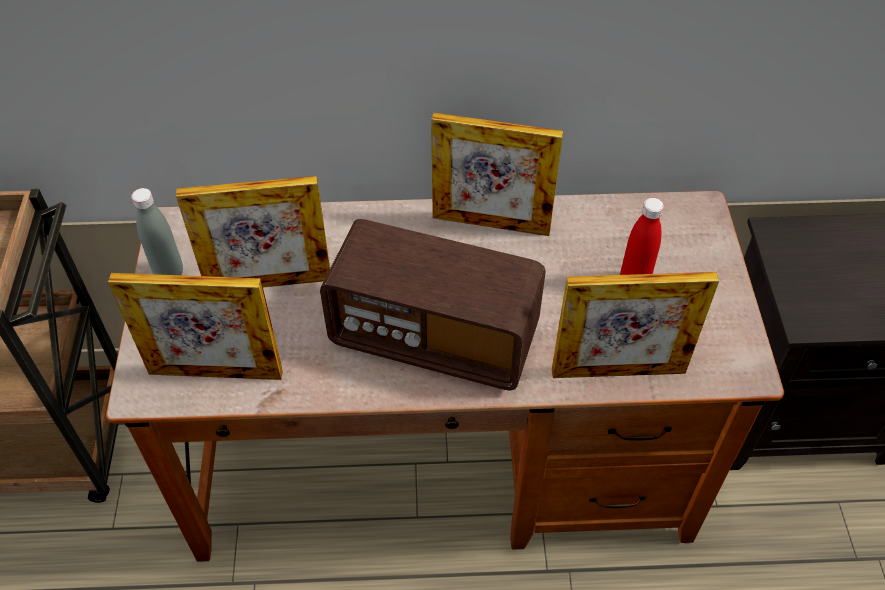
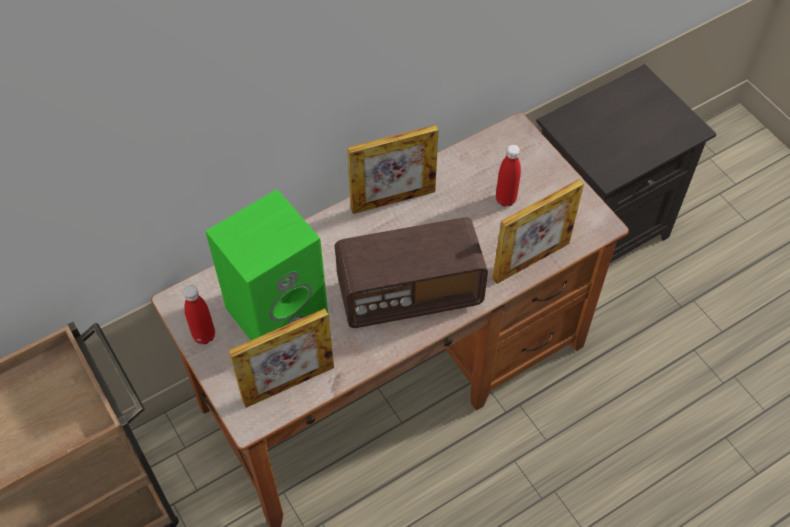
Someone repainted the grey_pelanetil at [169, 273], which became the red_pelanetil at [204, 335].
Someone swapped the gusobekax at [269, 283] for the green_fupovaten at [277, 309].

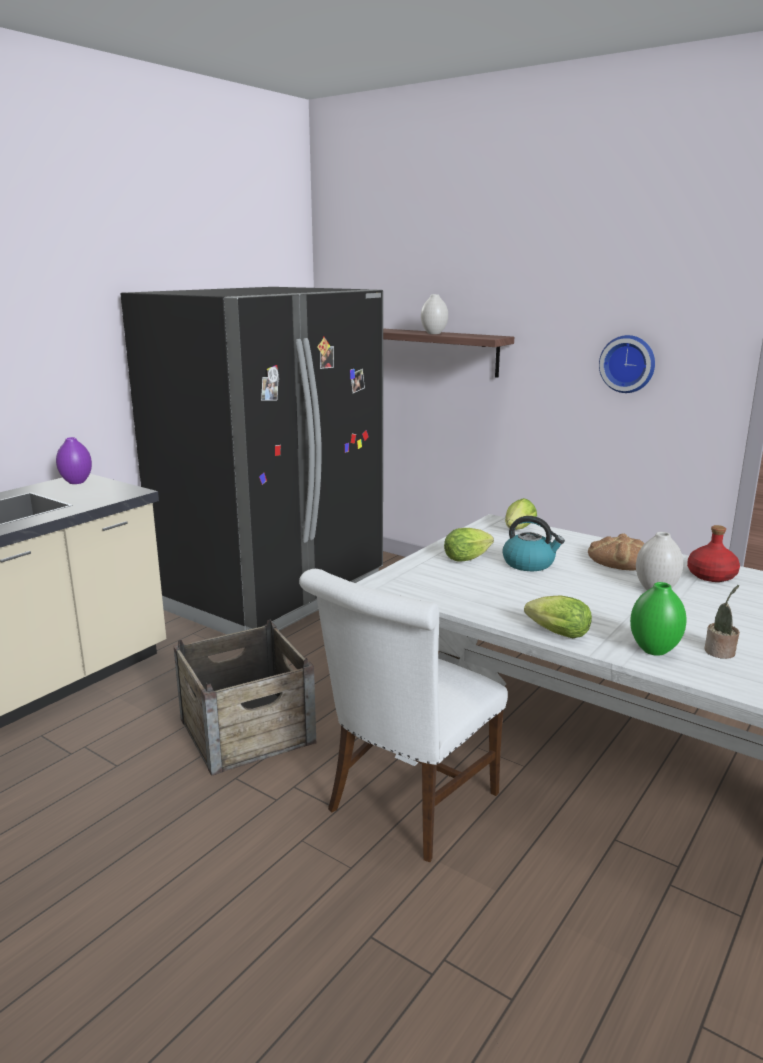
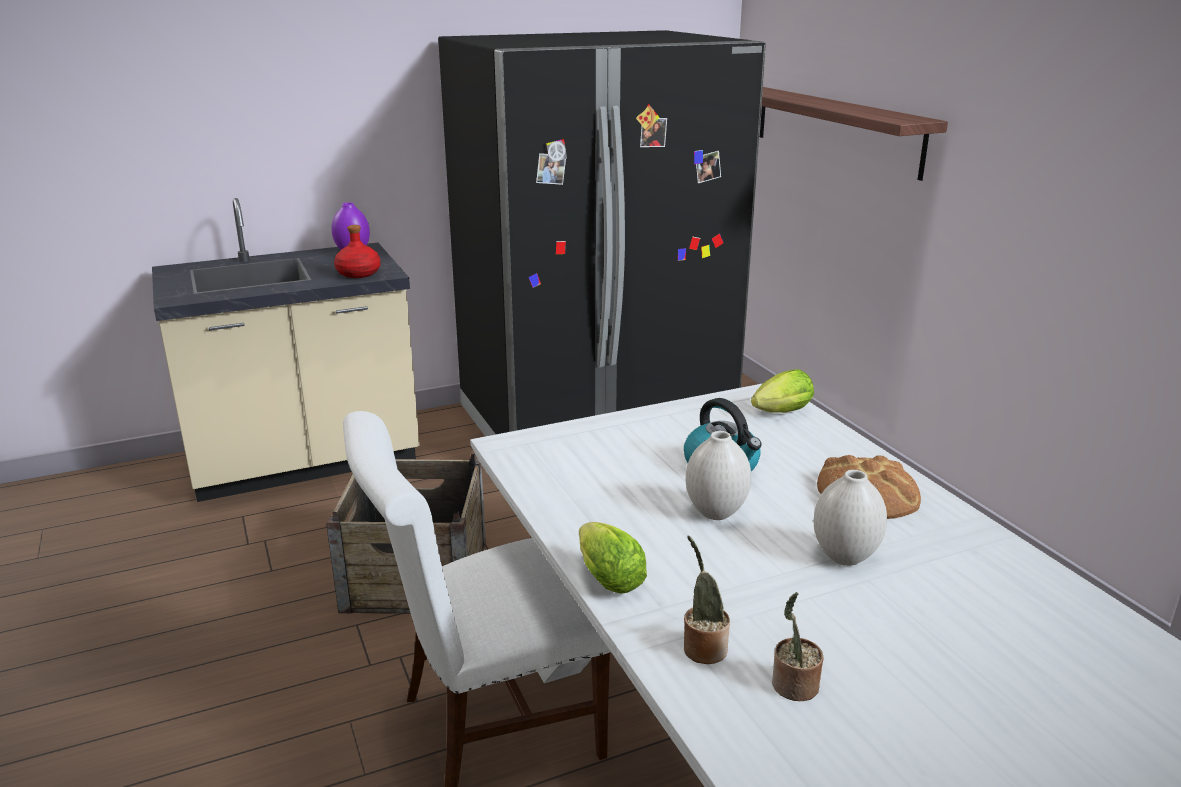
Someone carried the red_pelanetil from [710, 575] to [358, 273].
Someone swapped the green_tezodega at [654, 650] for the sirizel at [702, 648].
Someone carried the white_tezodega from [434, 333] to [716, 513].
Someone took away the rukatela at [469, 558].
Someone took away the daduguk at [628, 363].

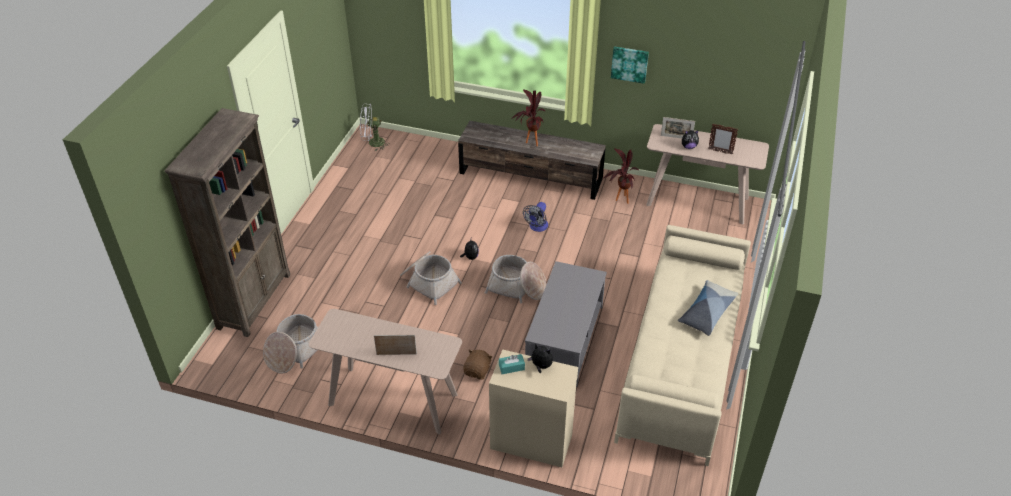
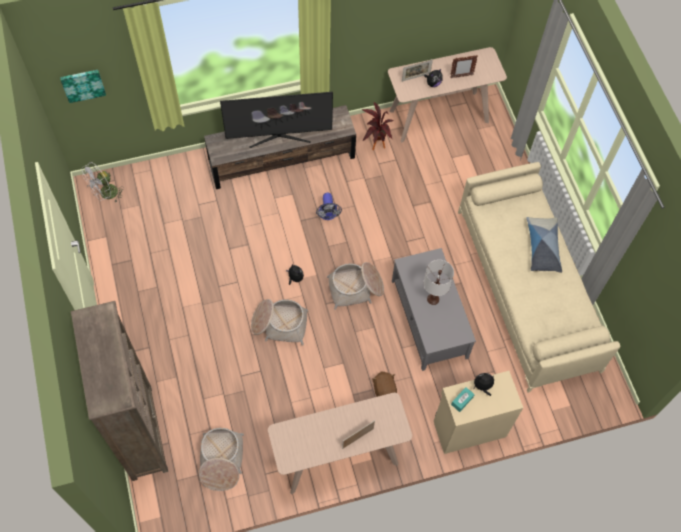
Someone carried the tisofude from [629, 64] to [83, 84].
Someone swapped the sirizel at [529, 143] for the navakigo at [278, 136].
Someone put down the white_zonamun at [433, 299].

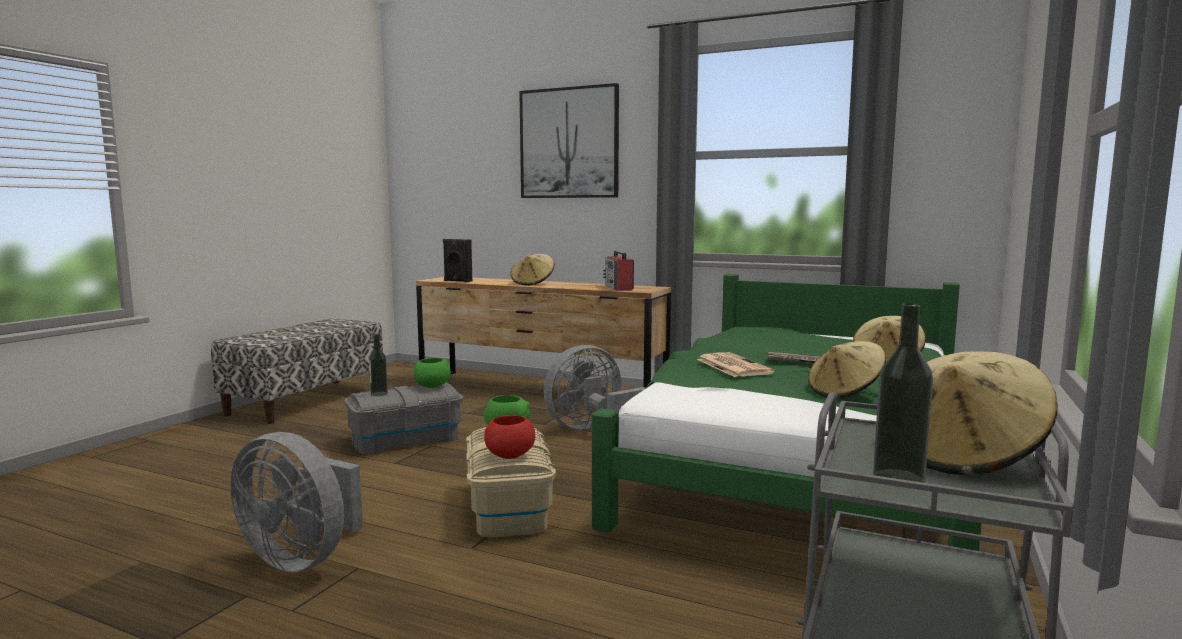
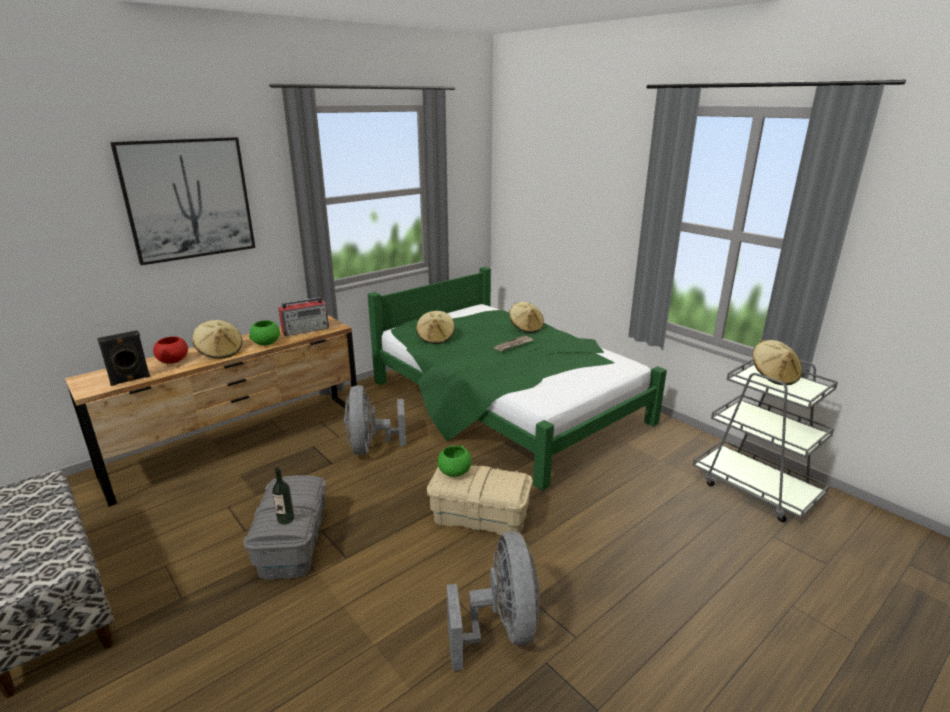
Someone carried the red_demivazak from [509, 455] to [173, 361].
Someone carried the green_demivazak from [432, 386] to [266, 343].
Someone rotated the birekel at [619, 287] by 45 degrees counterclockwise.
Someone carried the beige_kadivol from [845, 393] to [436, 338].
Someone rotated the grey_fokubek at [302, 557] by 60 degrees counterclockwise.
Someone took away the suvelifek at [732, 366].
Someone took away the pelanetil at [898, 478].

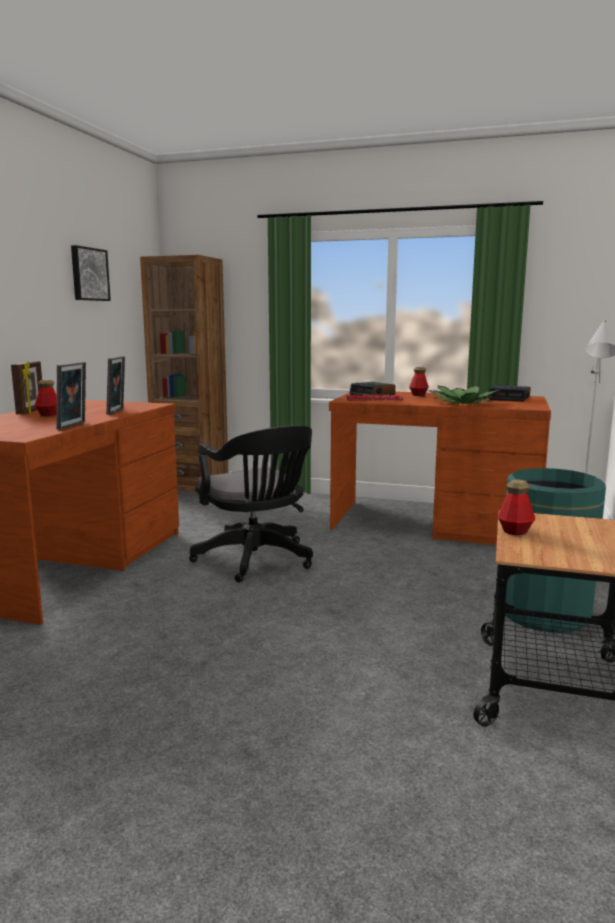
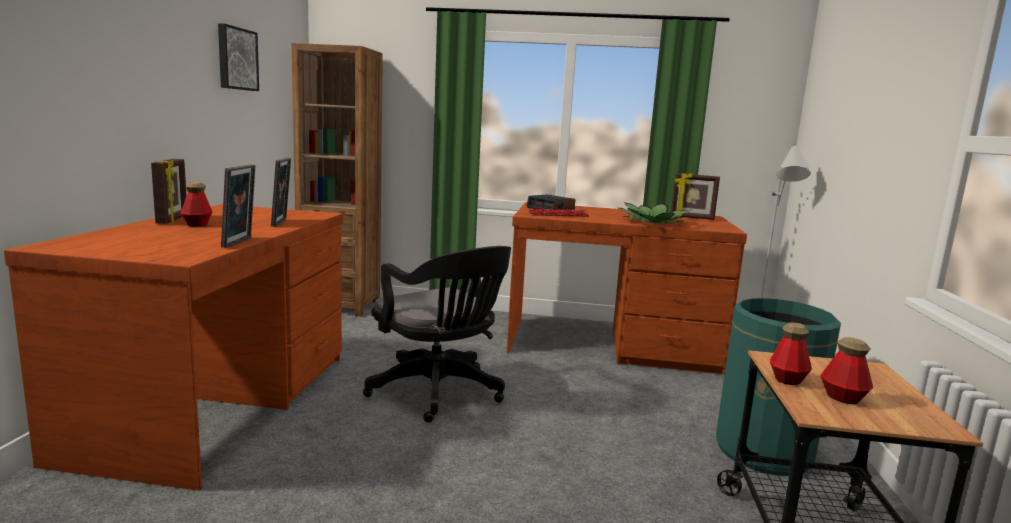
Someone swapped the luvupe at [509, 398] for the gusobekax at [692, 218].
Someone carried the pelanetil from [418, 395] to [843, 398].

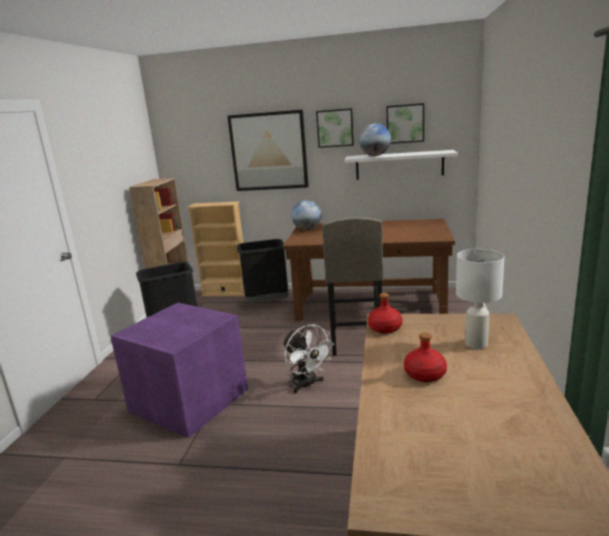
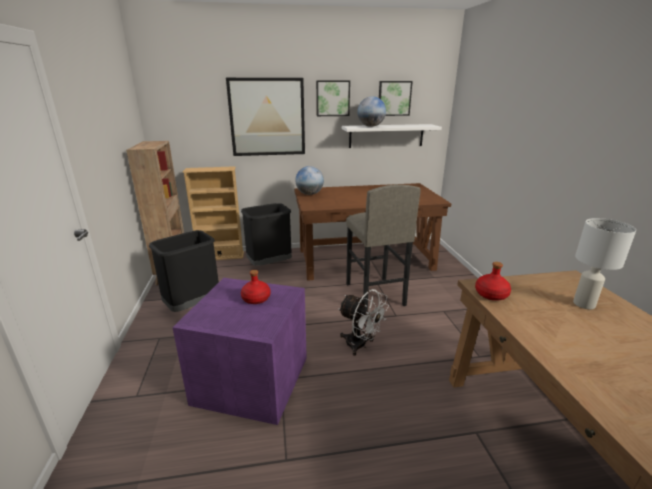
Someone carried the red_pelanetil from [425, 374] to [256, 298].

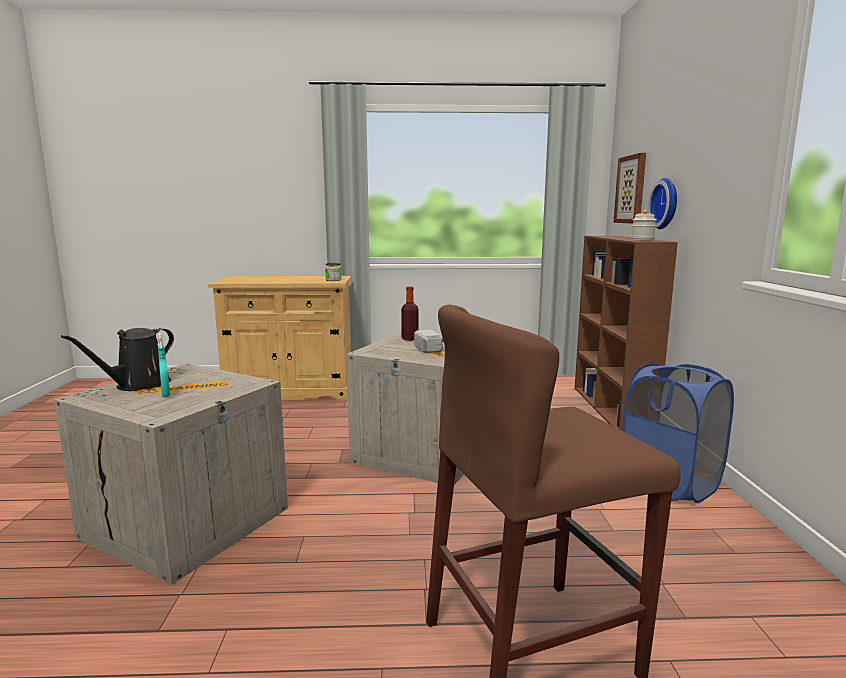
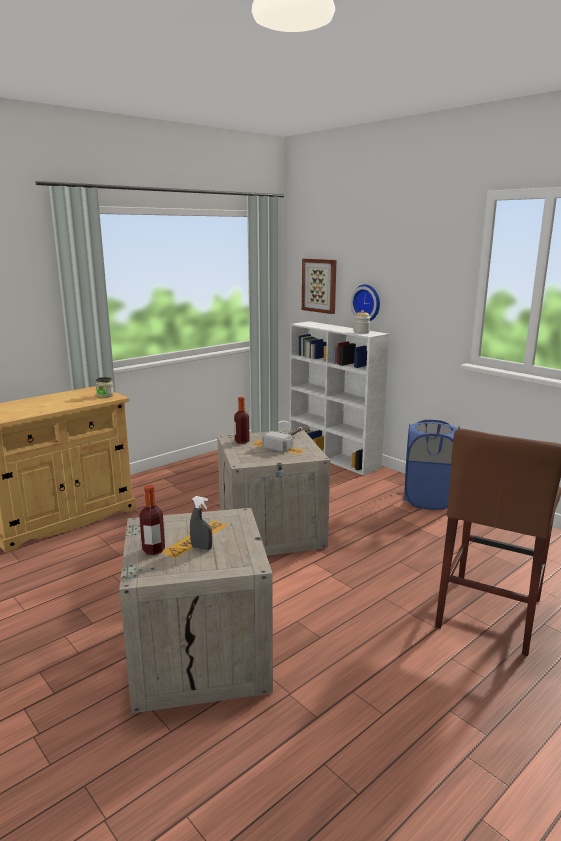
Someone swapped the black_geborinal at [138, 385] for the pelanetil at [153, 550].
Someone repainted the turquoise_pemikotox at [166, 394], which became the grey_pemikotox at [201, 548].
Someone repainted the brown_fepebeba at [612, 409], which became the white_fepebeba at [334, 457].

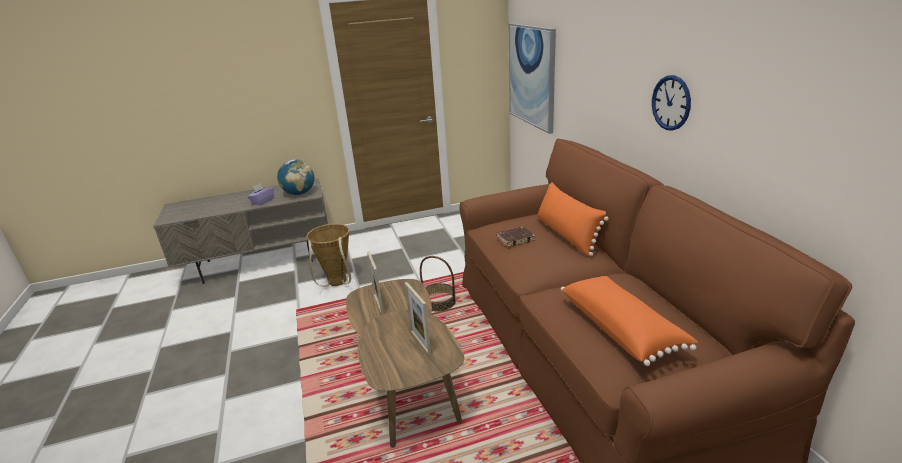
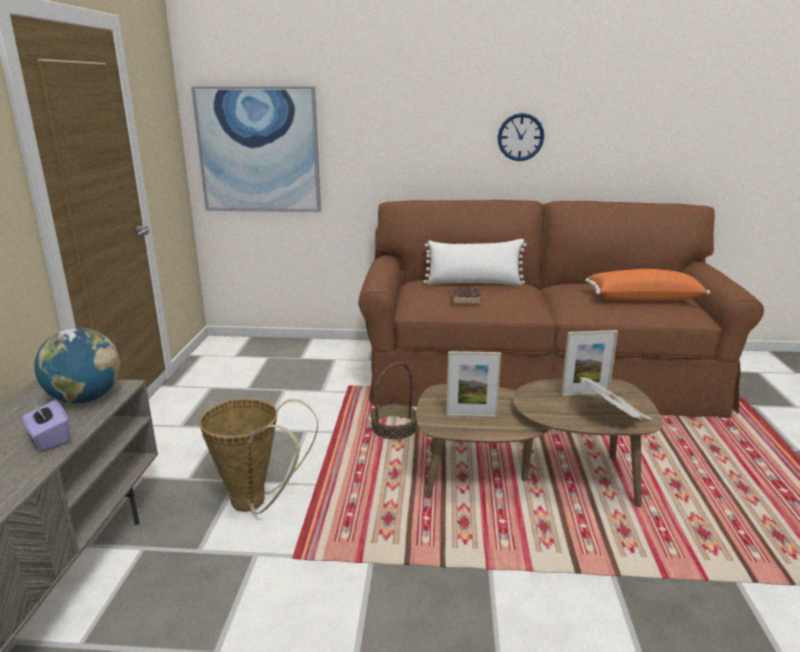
Someone repainted the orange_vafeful at [566, 235], which became the white_vafeful at [474, 283].
Someone put down the suvelifek at [612, 416].

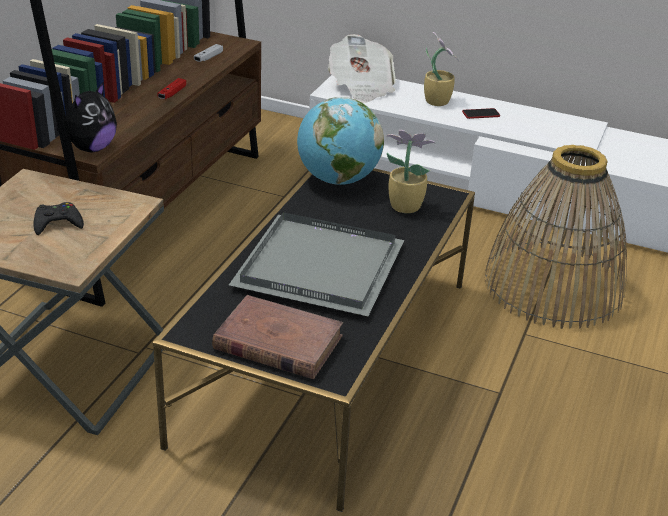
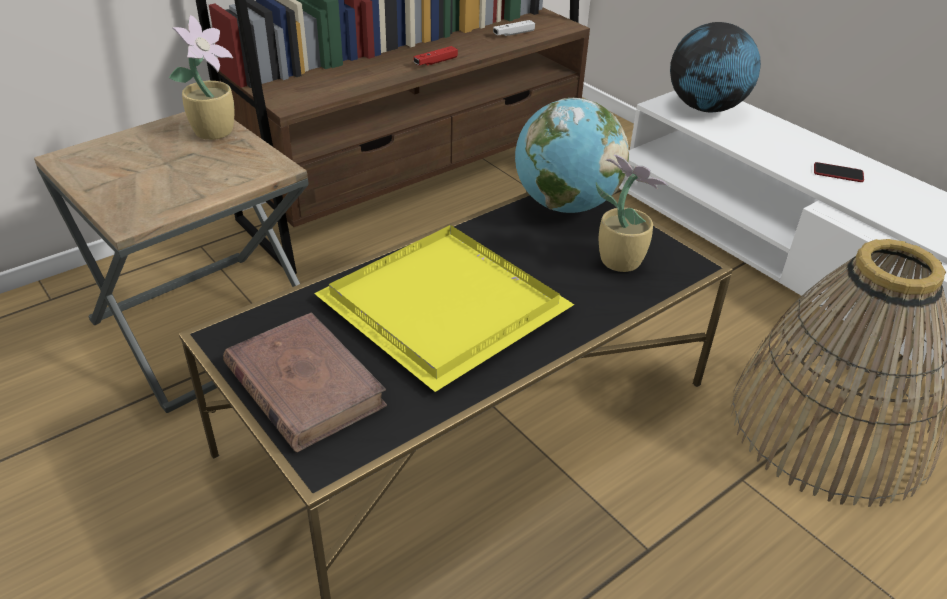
Someone carried the sirizel from [437, 101] to [216, 131].
Someone repainted the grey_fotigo at [323, 266], which became the yellow_fotigo at [449, 306].
Someone swapped the suvelifek at [361, 87] for the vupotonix at [705, 108].
Someone took away the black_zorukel at [57, 223].
Someone took away the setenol at [91, 148].

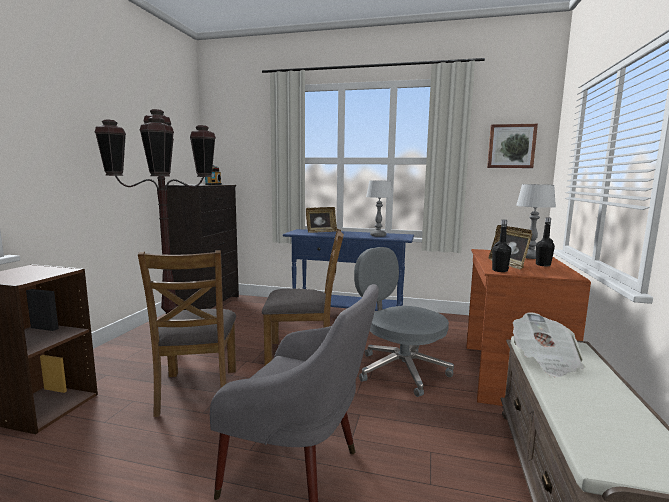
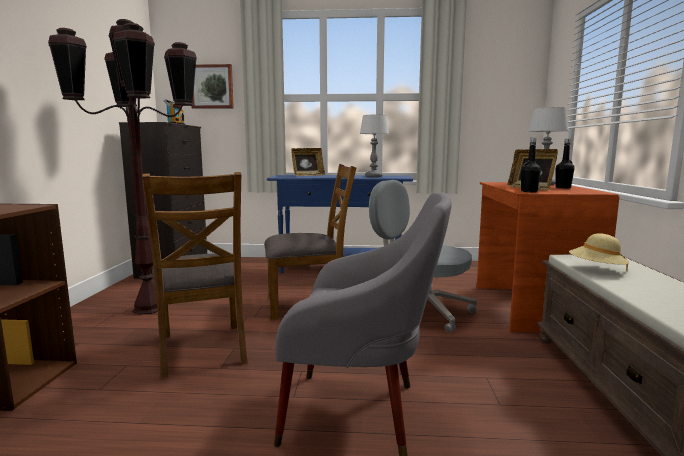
Someone carried the tisofude from [511, 146] to [212, 86].
Someone swapped the suvelifek at [545, 361] for the beige_kadivol at [596, 269].

